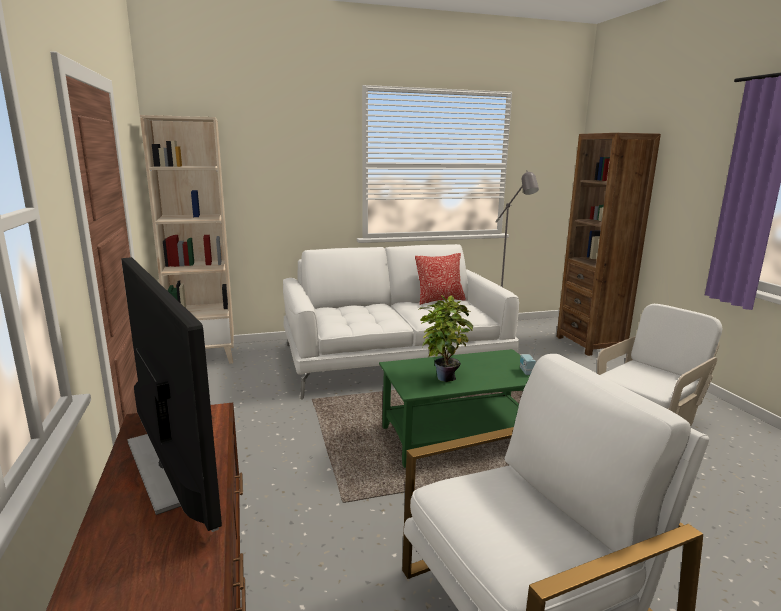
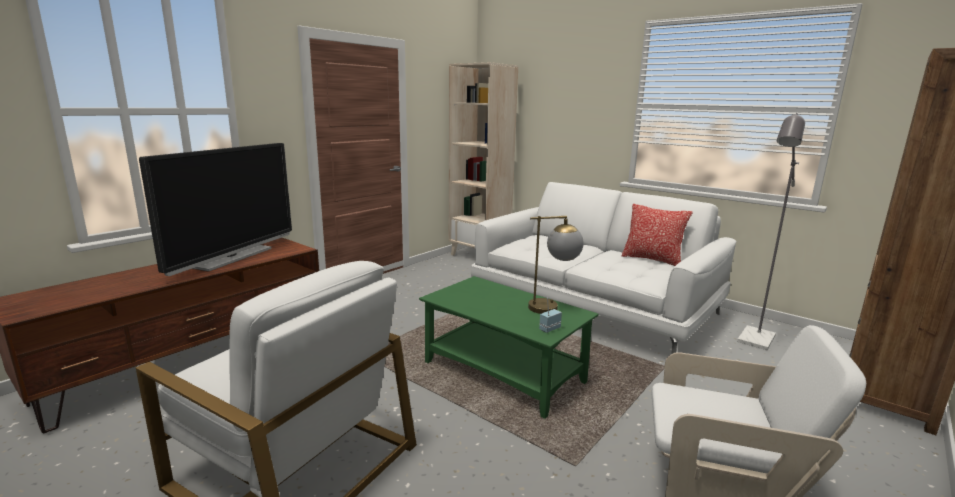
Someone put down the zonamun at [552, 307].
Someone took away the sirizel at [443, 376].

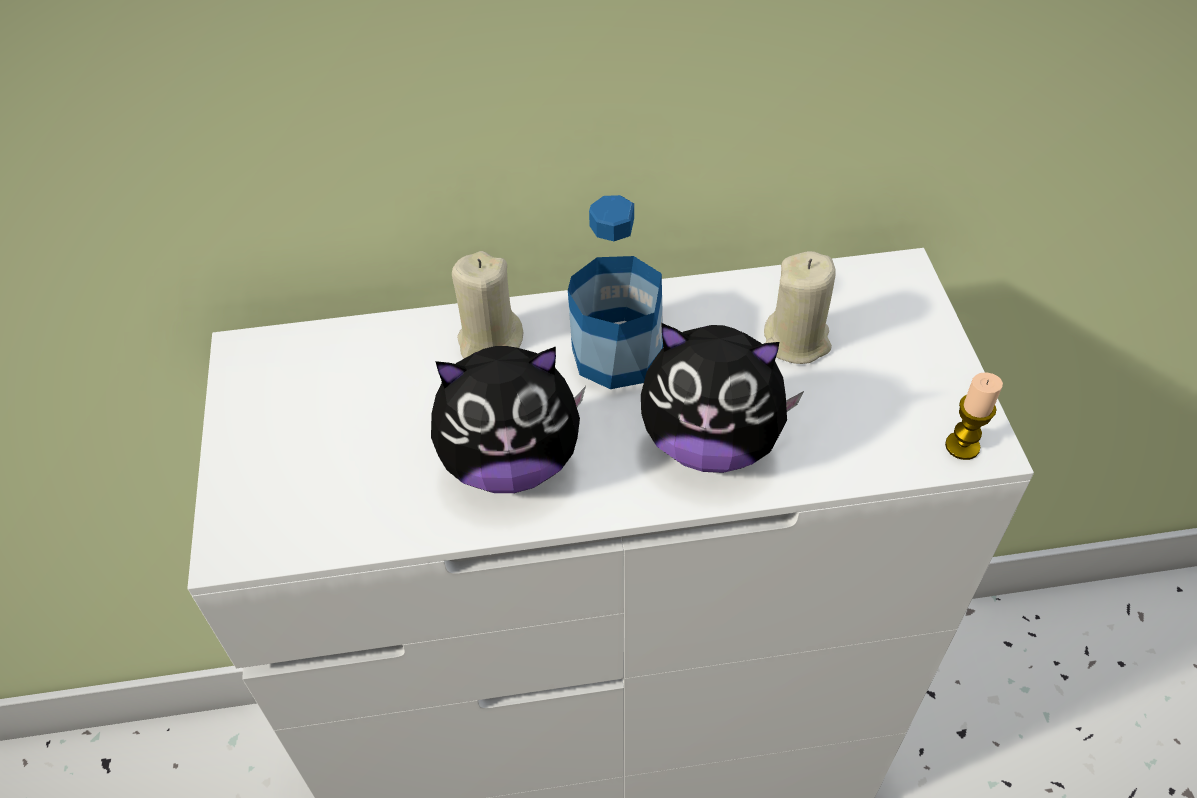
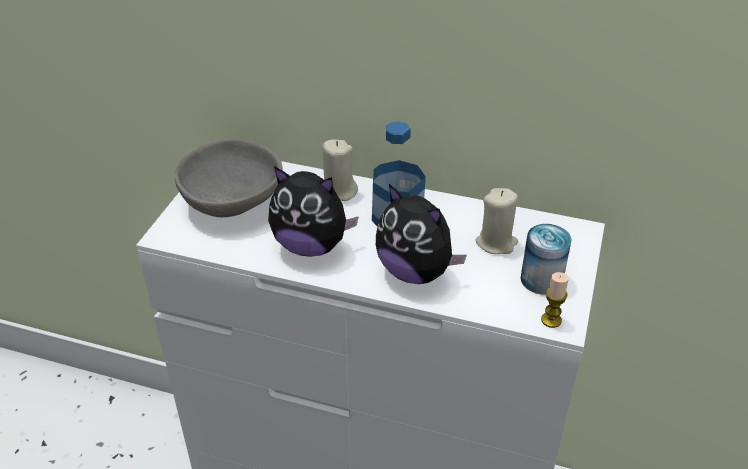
Someone put down the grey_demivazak at [231, 202].
Someone put down the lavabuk at [541, 279].

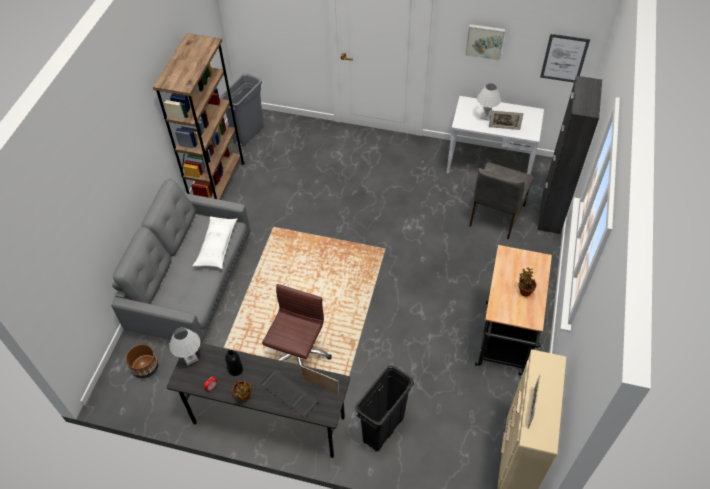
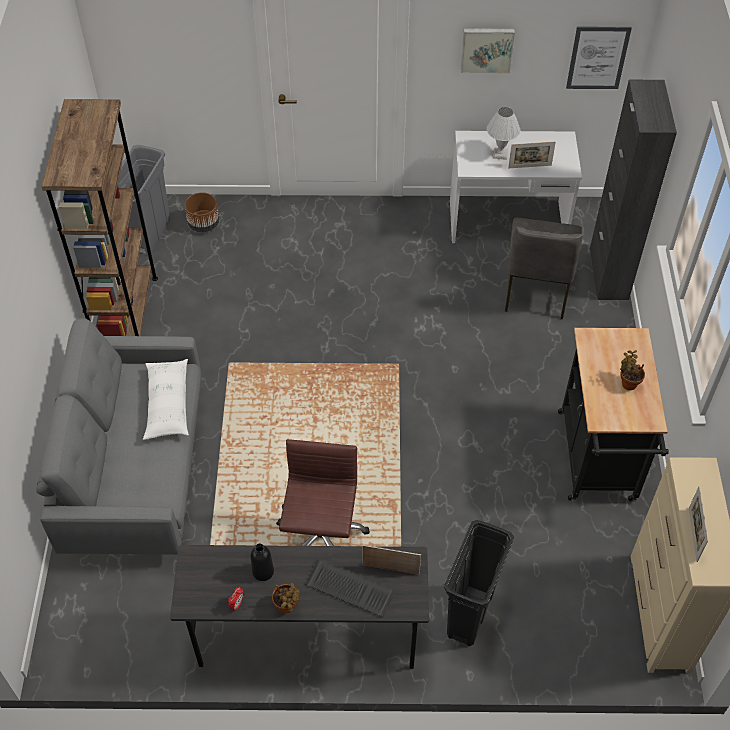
Someone carried the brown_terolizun from [146, 368] to [204, 224].
Someone took away the white_zonamun at [190, 358].

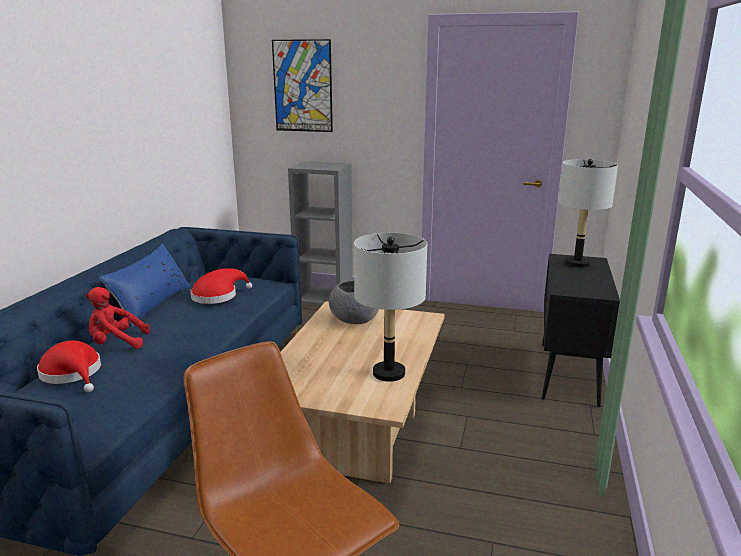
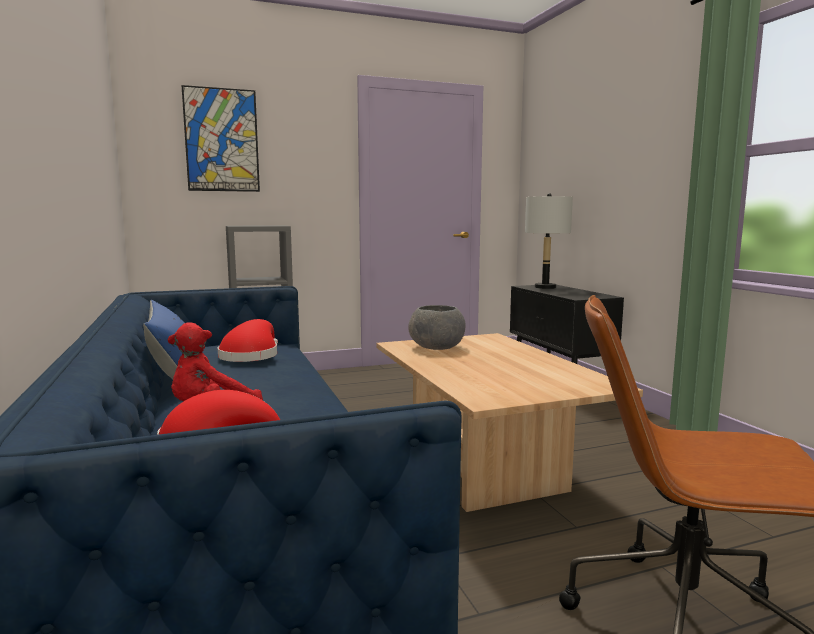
Someone took away the grey_zonamun at [388, 373].

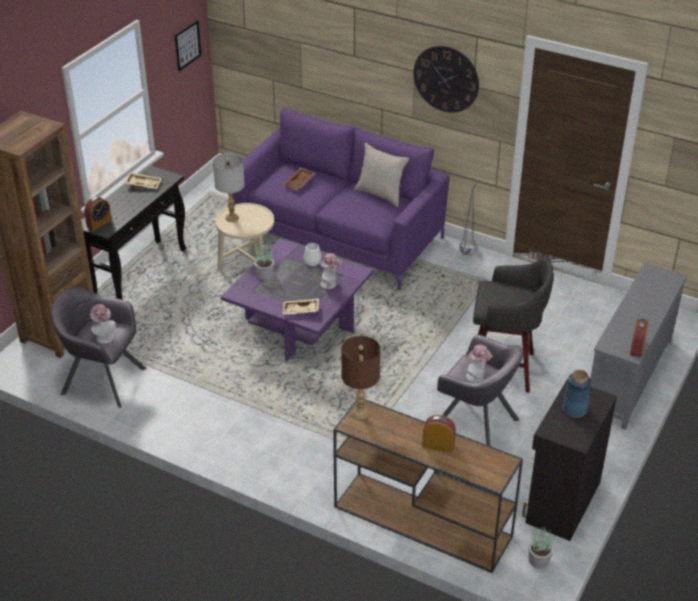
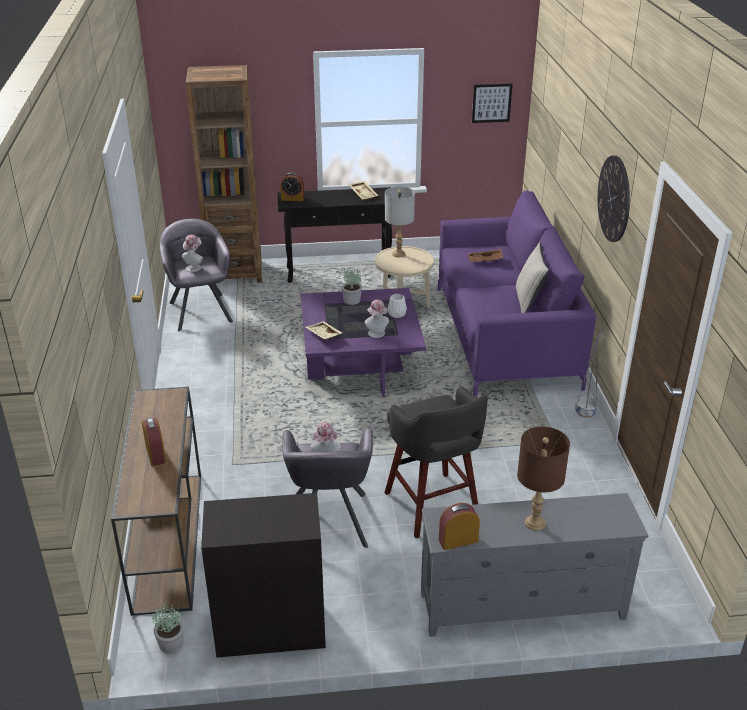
Someone carried the brown_zonamun from [360, 413] to [535, 522].
Someone took away the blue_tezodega at [574, 410].

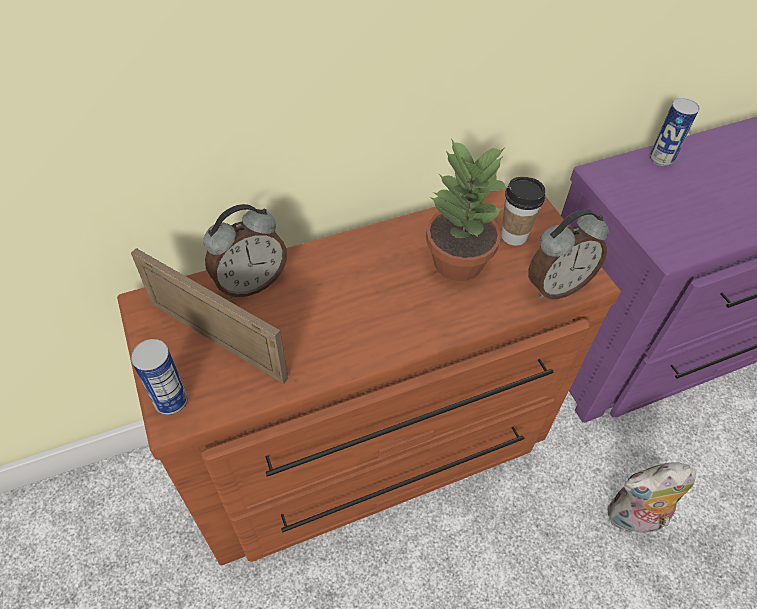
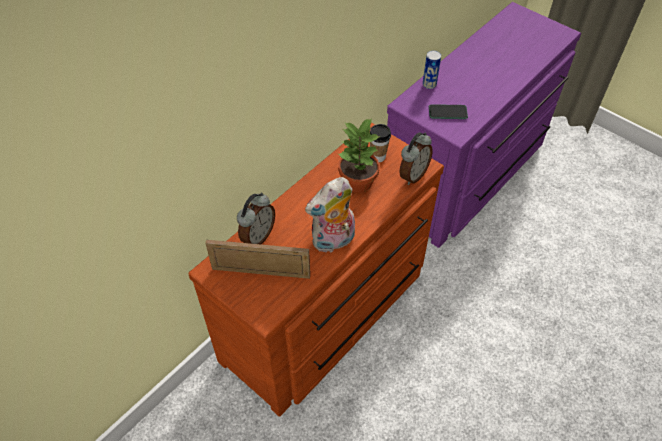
Someone carried the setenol from [633, 519] to [333, 241].
Someone put down the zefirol at [447, 112].
Someone took away the lavabuk at [171, 401].

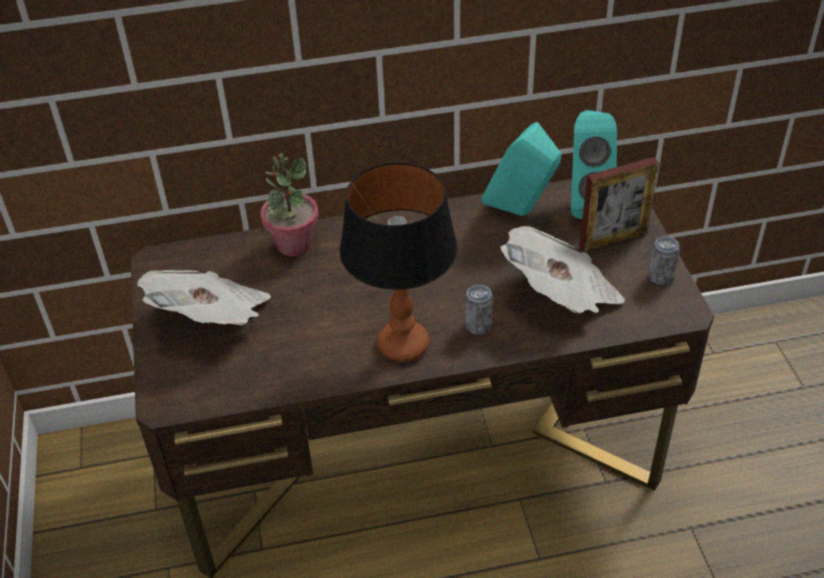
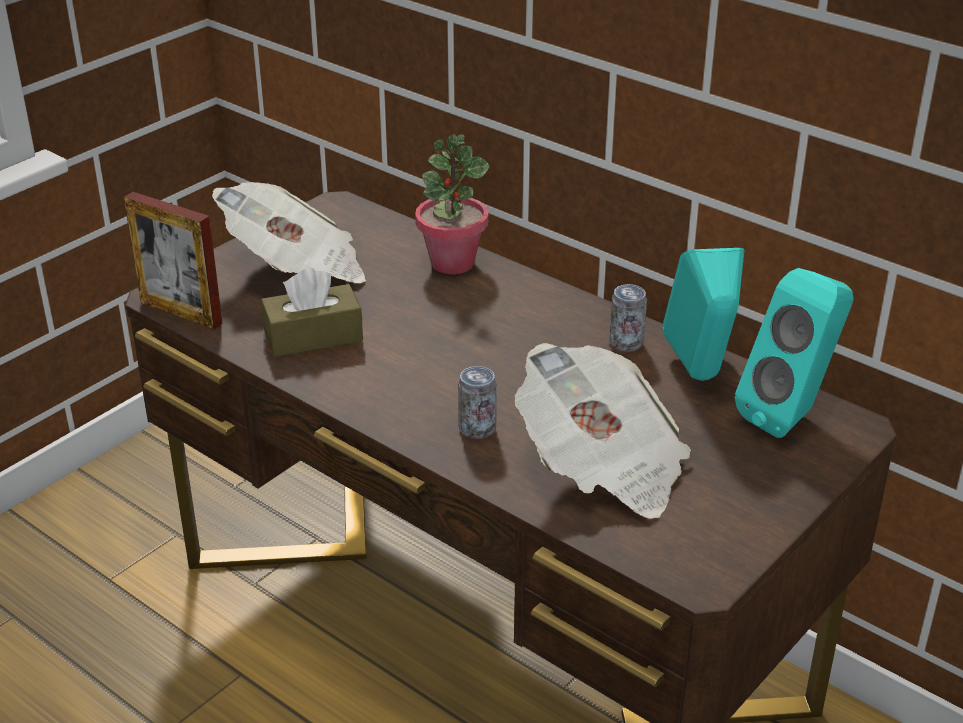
Someone carried the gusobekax from [613, 239] to [181, 313].
Someone put down the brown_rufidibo at [313, 336].
Someone carried the lavabuk from [660, 277] to [626, 343].
Someone took away the zonamun at [402, 344].

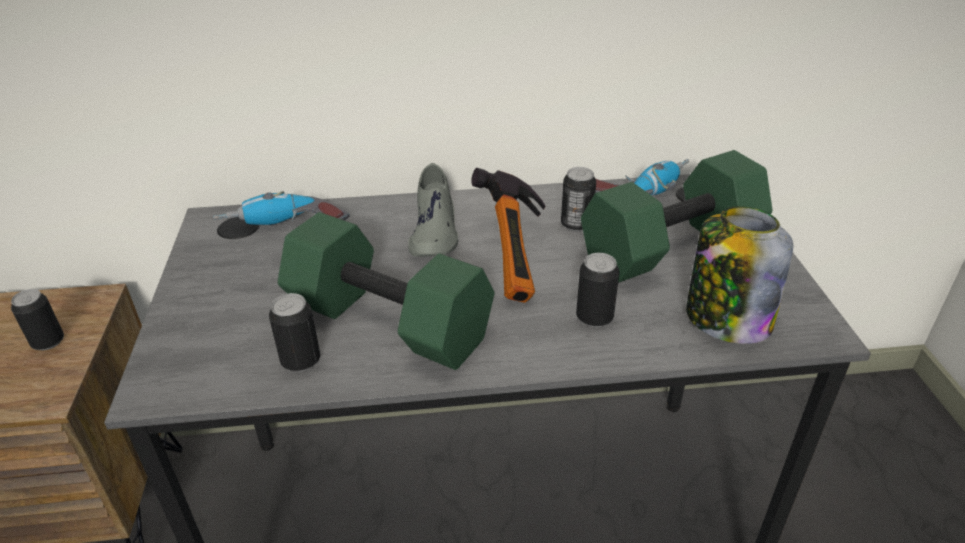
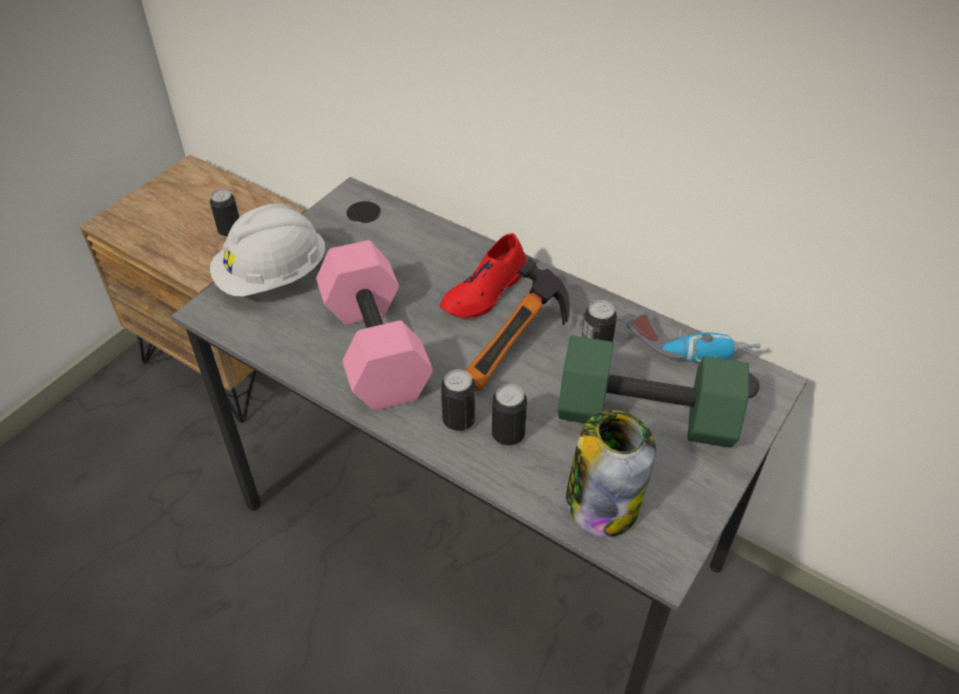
Someone put down the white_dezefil at [273, 277].
Someone repainted the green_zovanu at [385, 323], which became the pink_zovanu at [372, 347].
Someone repainted the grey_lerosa at [434, 230], which became the red_lerosa at [484, 291].
Someone carried the lavabuk from [301, 360] to [459, 420].
Someone took away the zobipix at [284, 229].

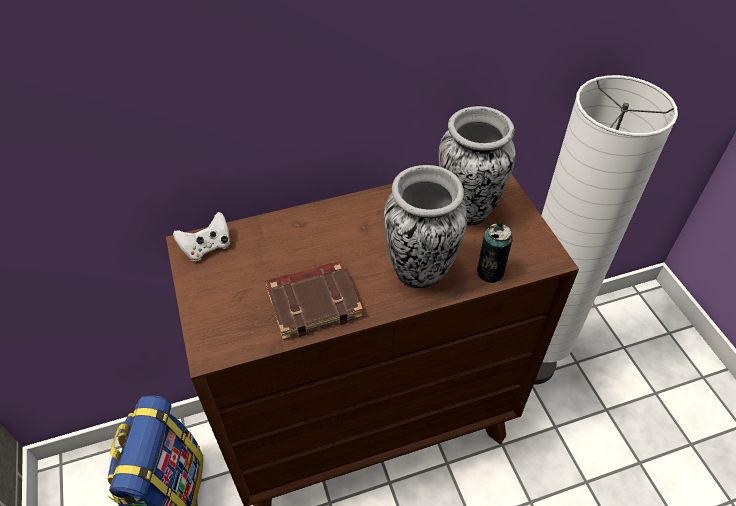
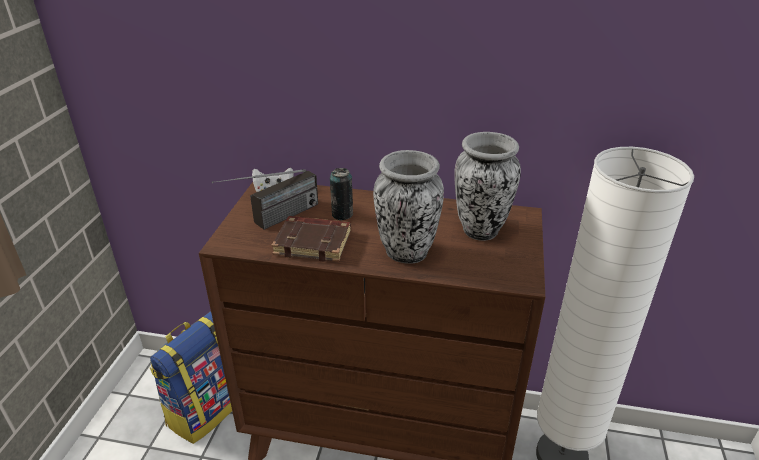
Someone put down the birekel at [273, 221].
Someone carried the lavabuk from [490, 272] to [342, 214].

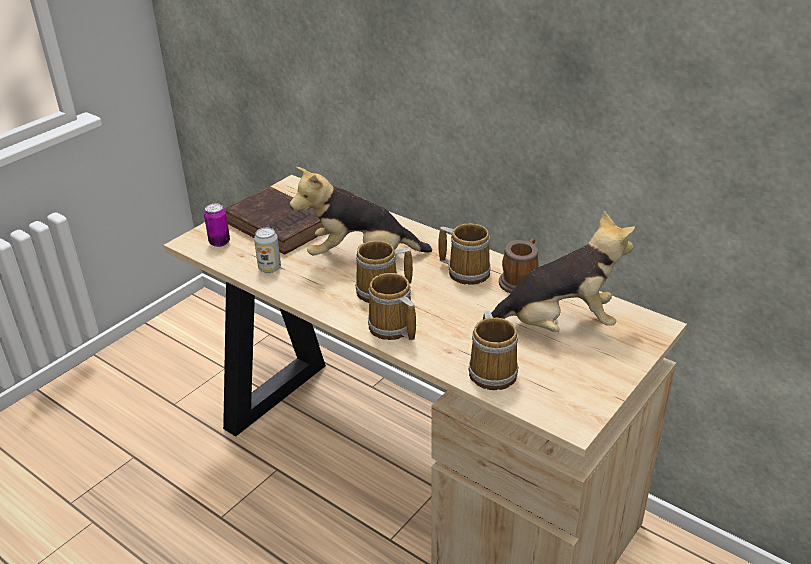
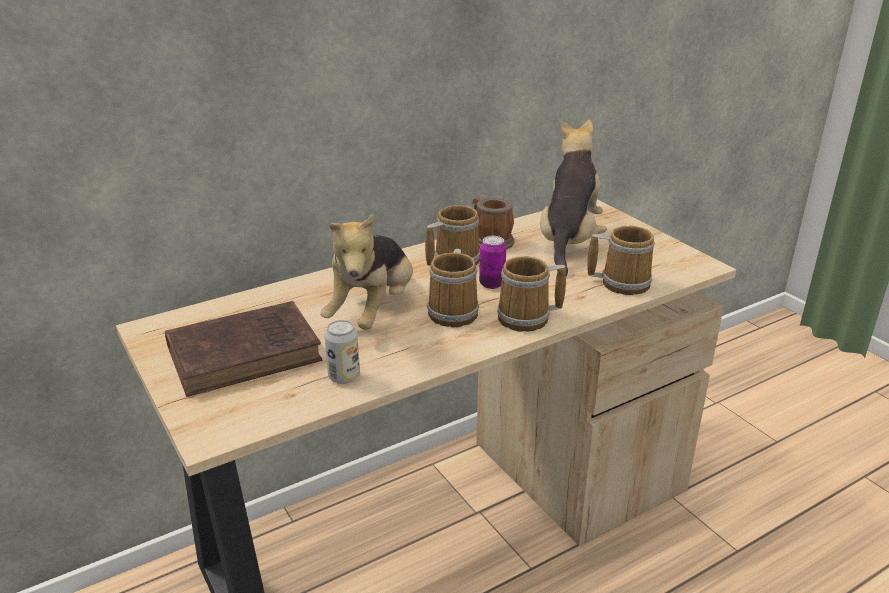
Someone carried the lavabuk from [219, 242] to [492, 284].

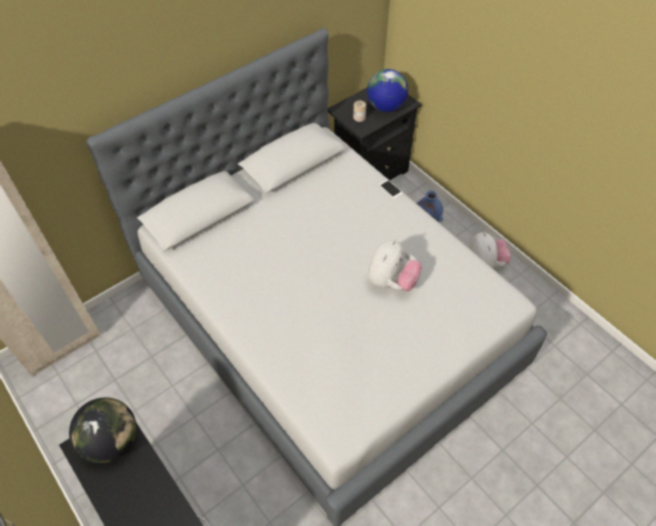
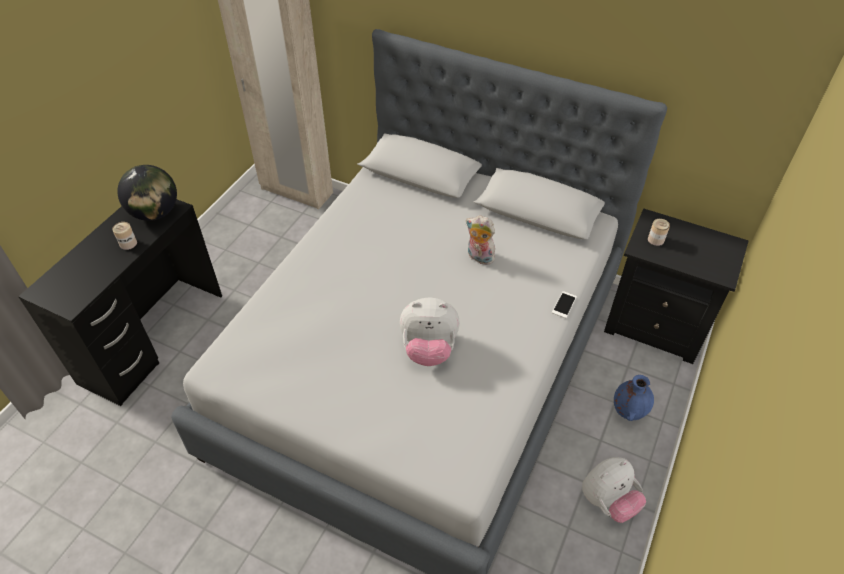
Someone put down the lavabuk at [128, 243].
Someone put down the setenol at [479, 257].
Someone took away the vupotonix at [385, 107].

